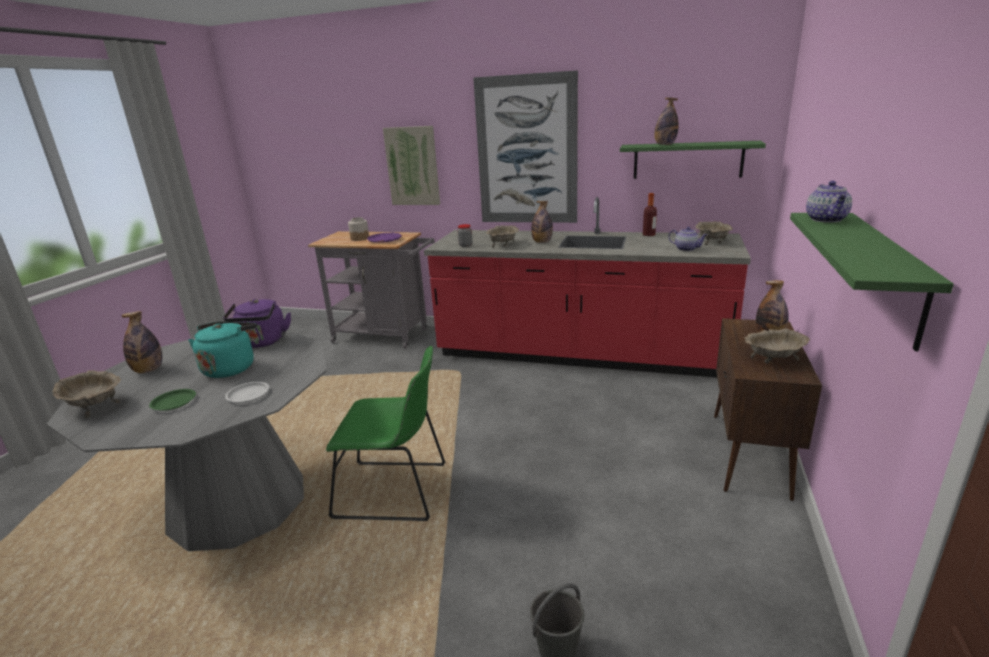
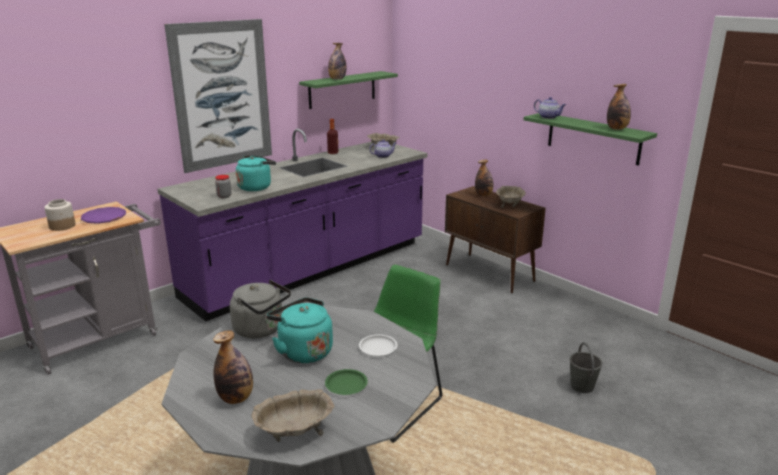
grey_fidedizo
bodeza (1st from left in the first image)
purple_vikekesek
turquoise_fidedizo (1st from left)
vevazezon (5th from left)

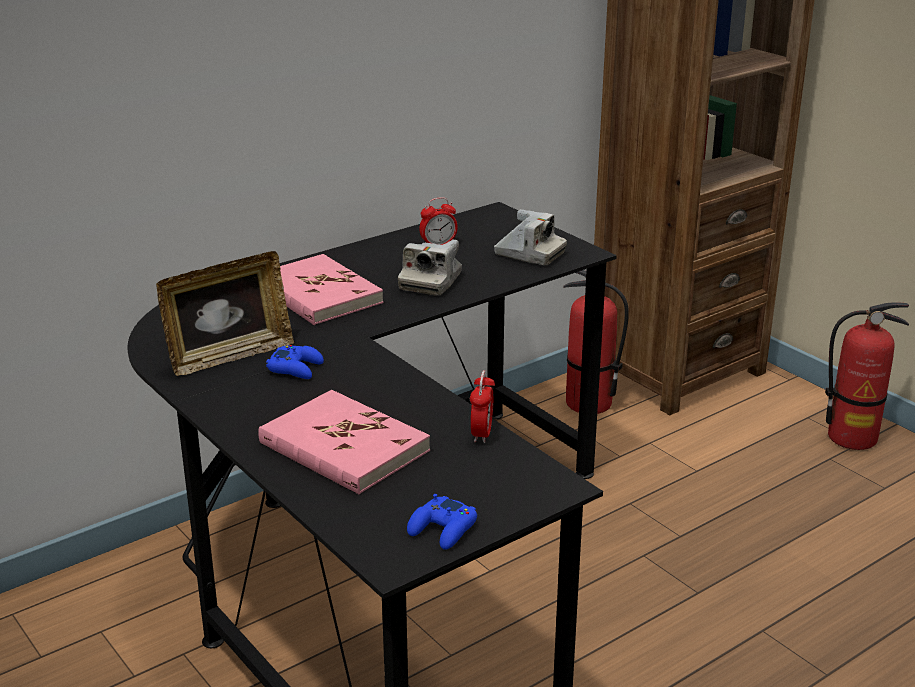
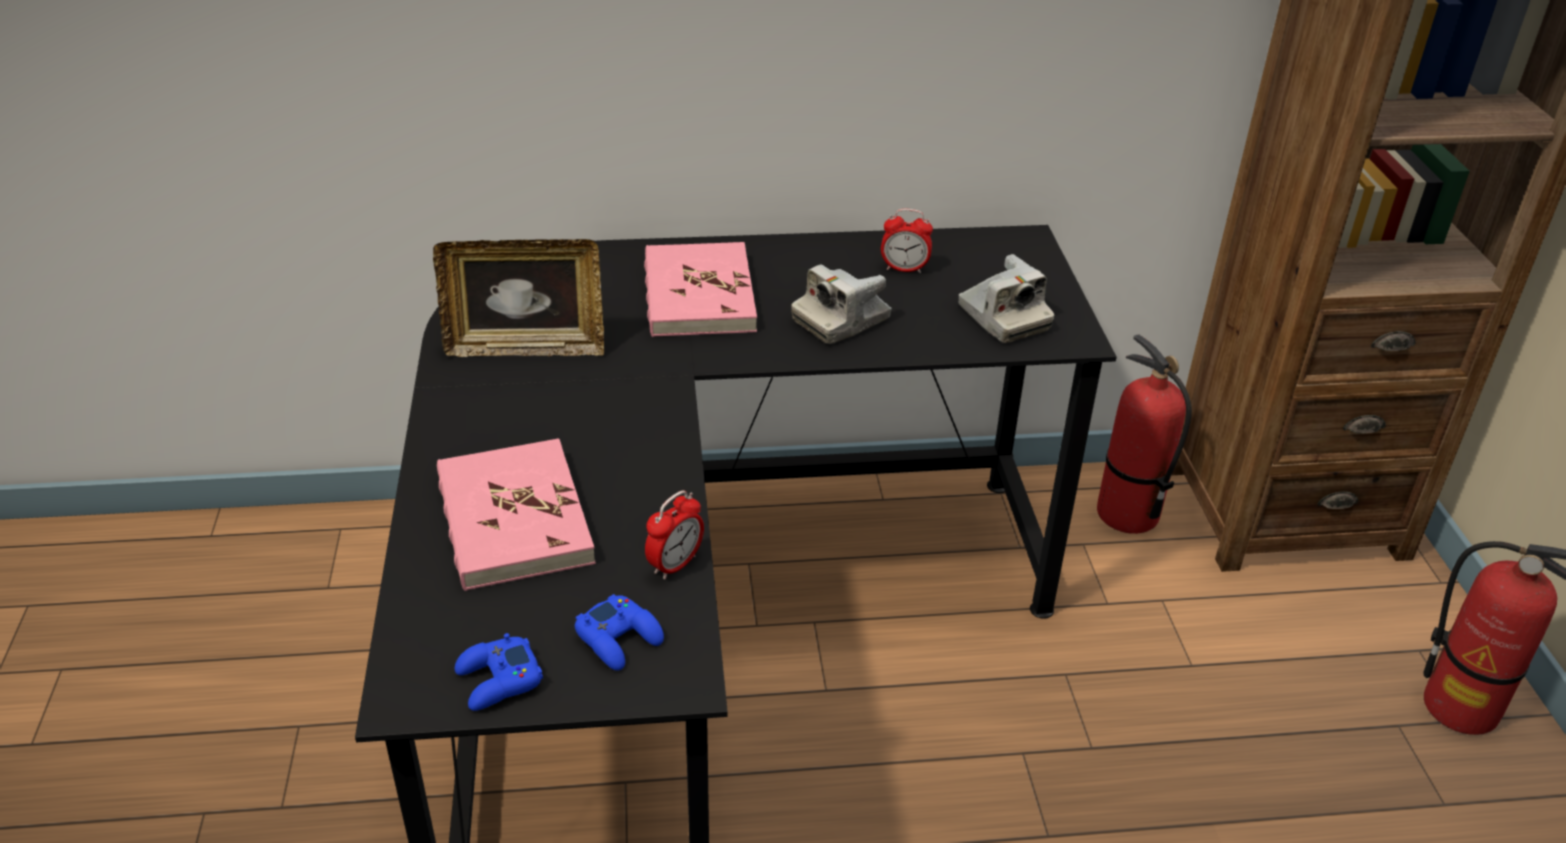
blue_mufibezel (2nd from left)

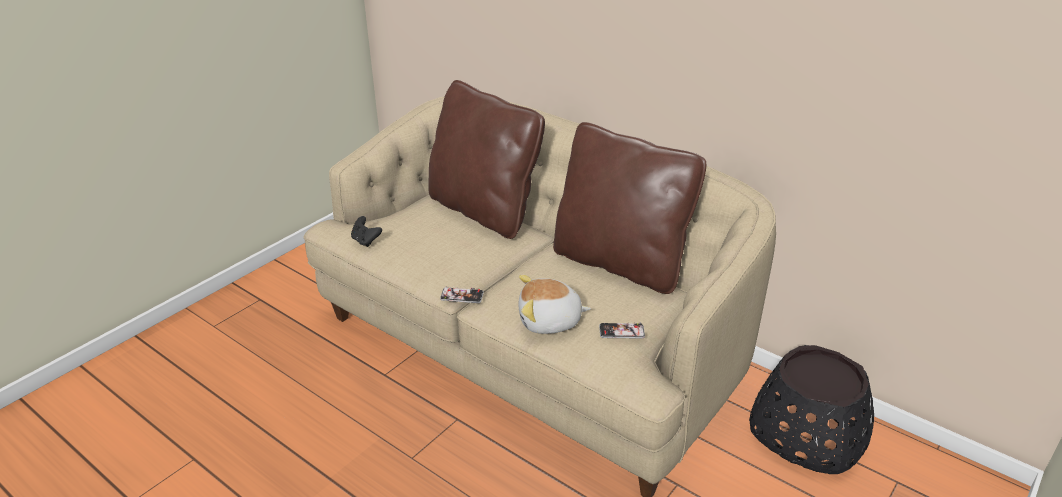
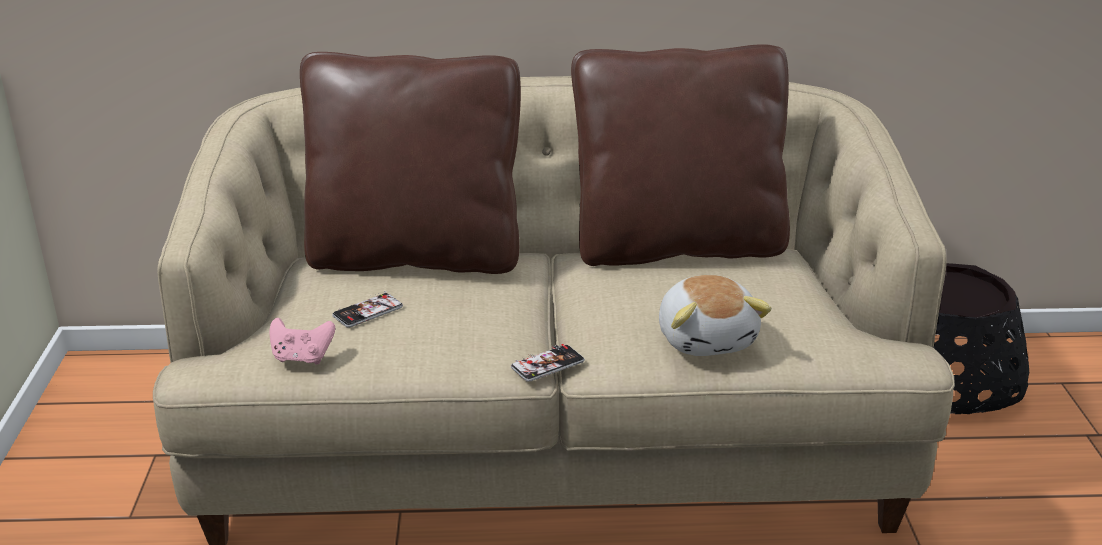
pink_mufibezel
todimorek
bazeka (1st from left)

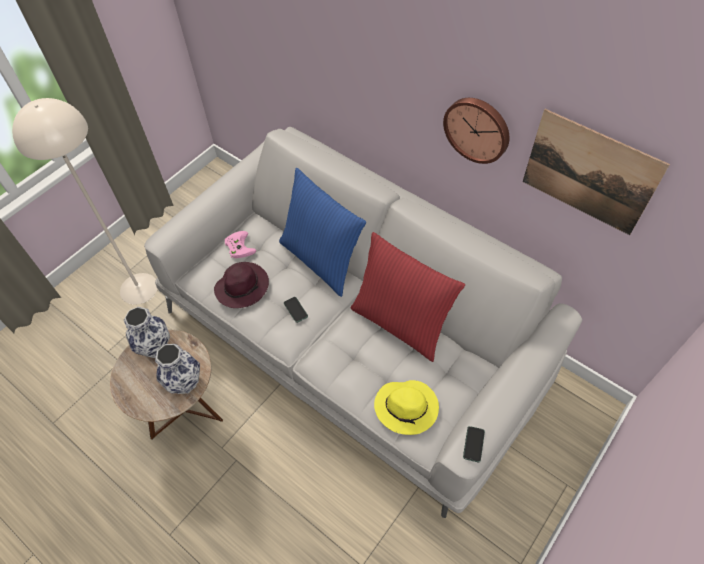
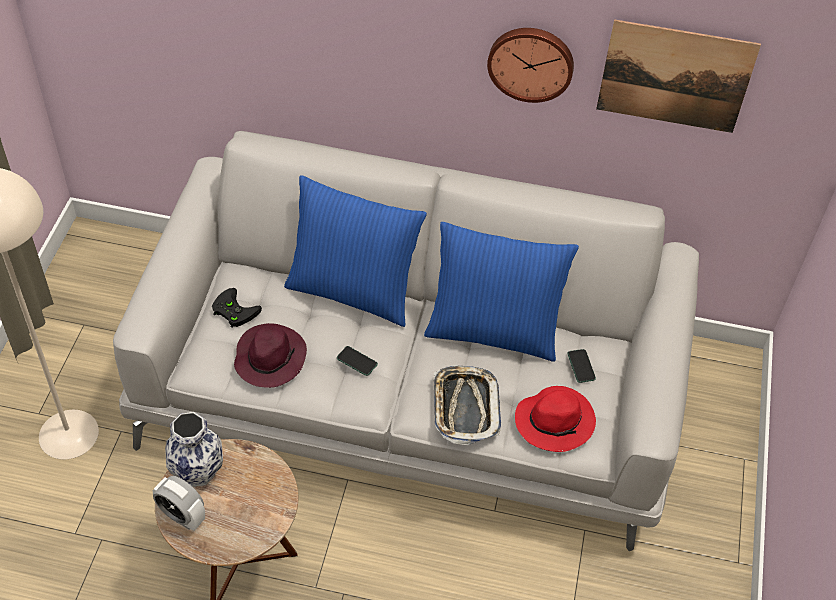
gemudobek (2nd from left in the first image)
black_mufibezel
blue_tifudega (2nd from left)
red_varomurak
bazeka (2nd from left)
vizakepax
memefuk

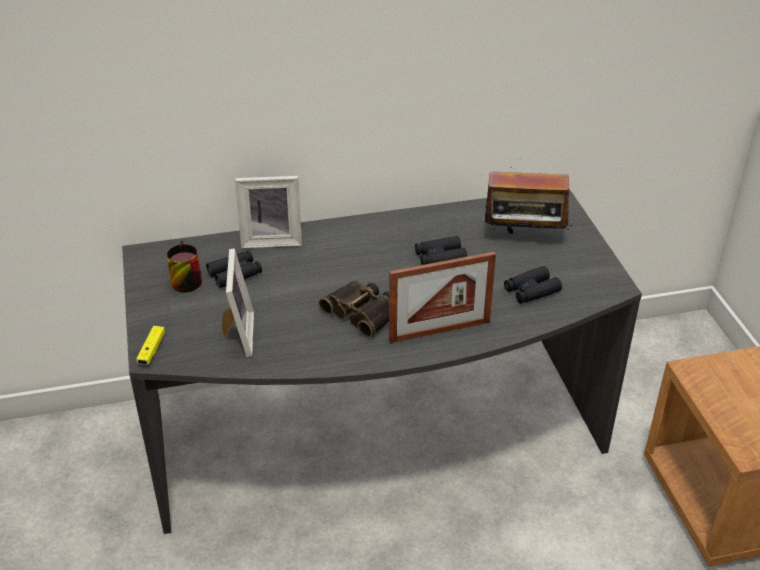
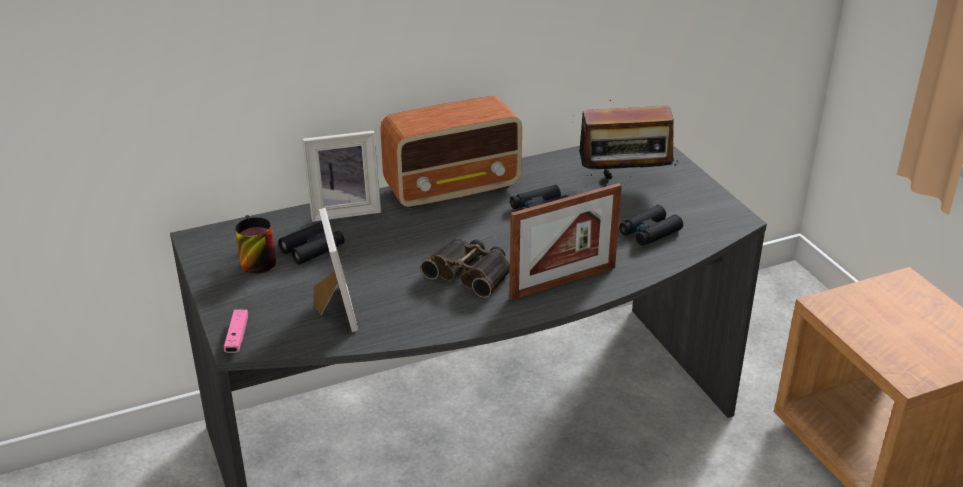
pink_mufibezel
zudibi (1st from left)

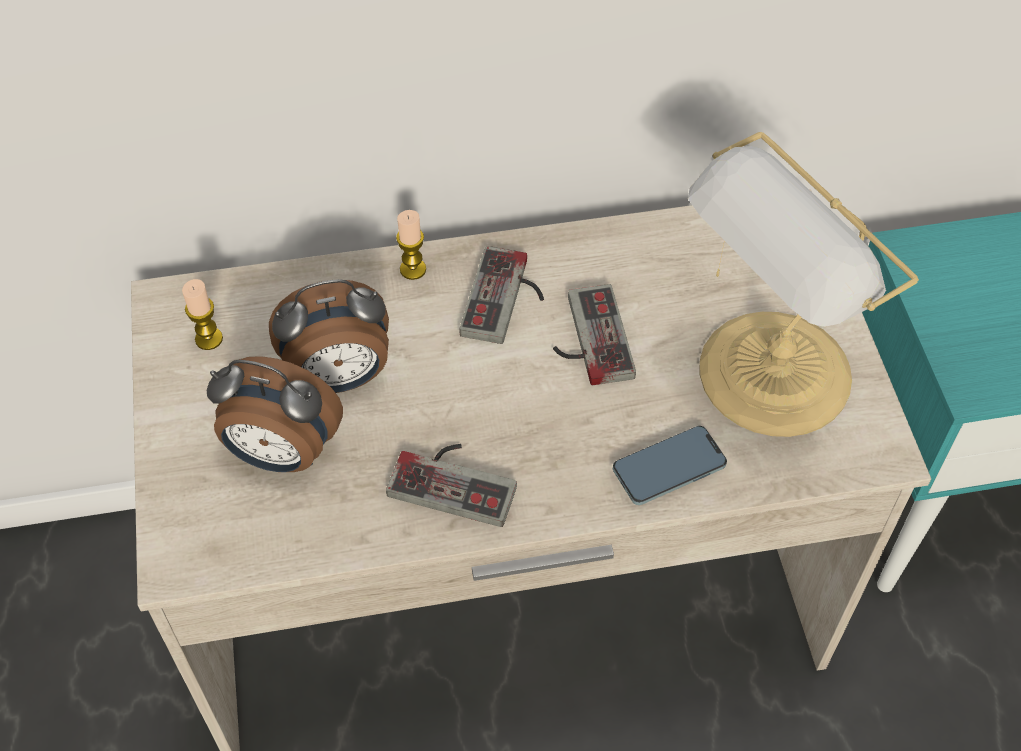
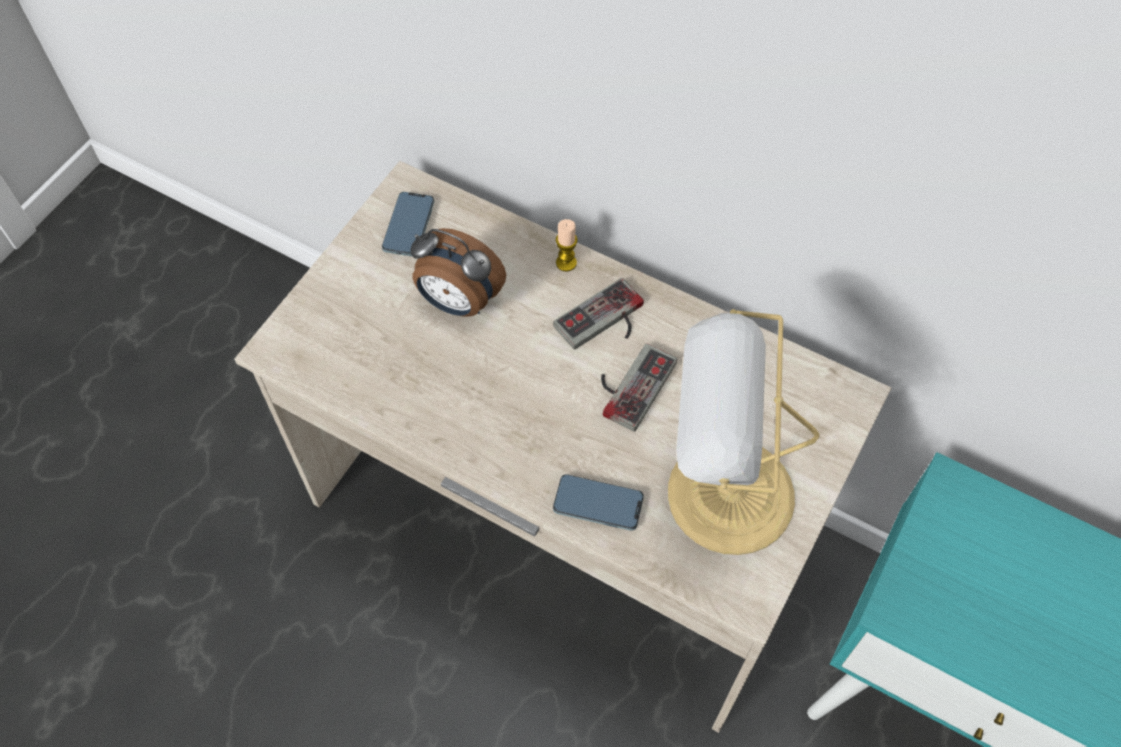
bazeka (1st from left)
vizakepax (1st from left in the first image)
mufibezel (1st from left in the first image)

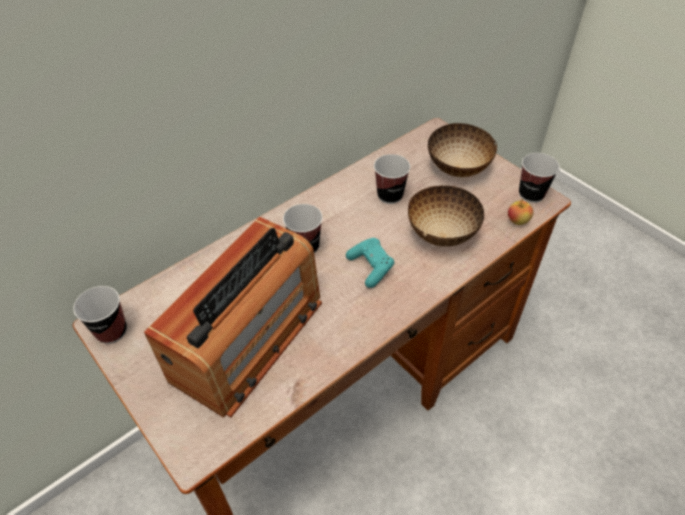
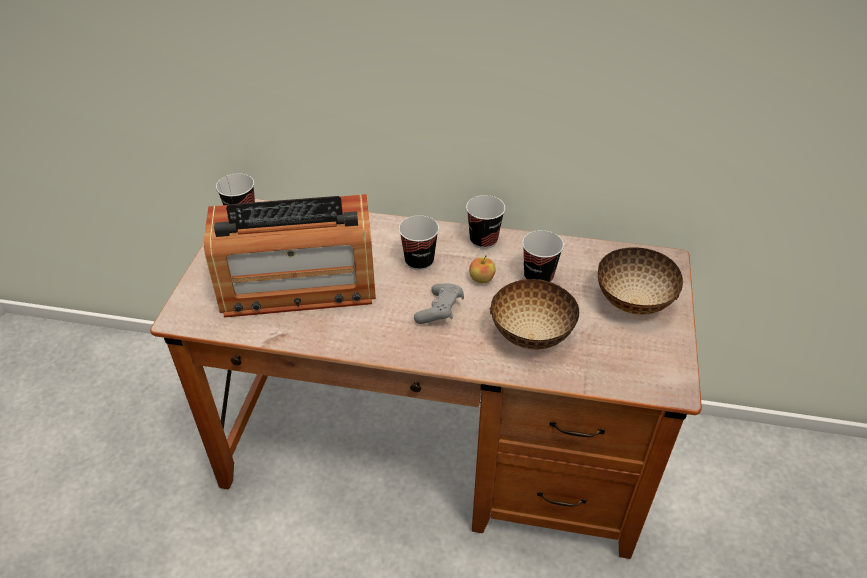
grey_mufibezel
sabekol
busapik (3rd from left)

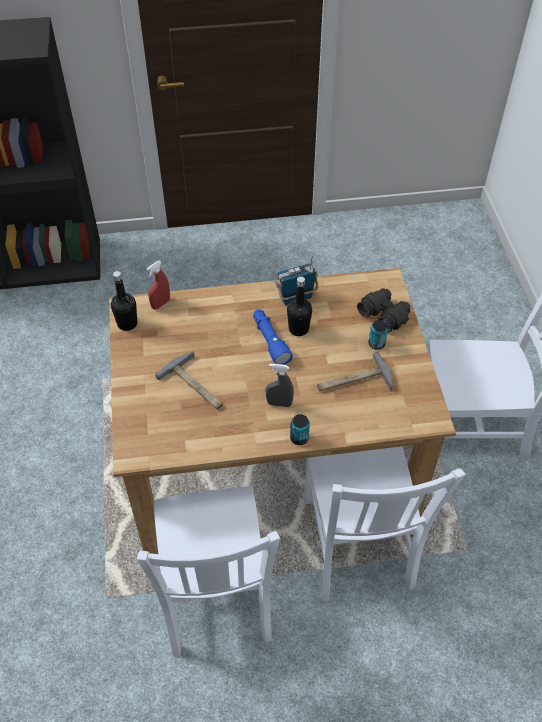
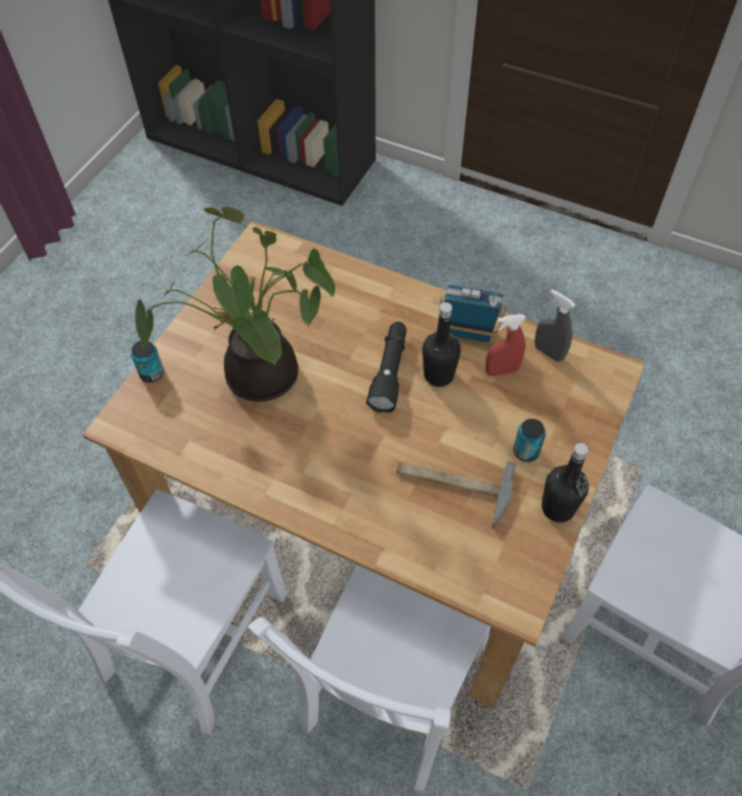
black_vevazezon (2nd from left)
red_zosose
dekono
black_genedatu
grey_zosose
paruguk (1st from left)
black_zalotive

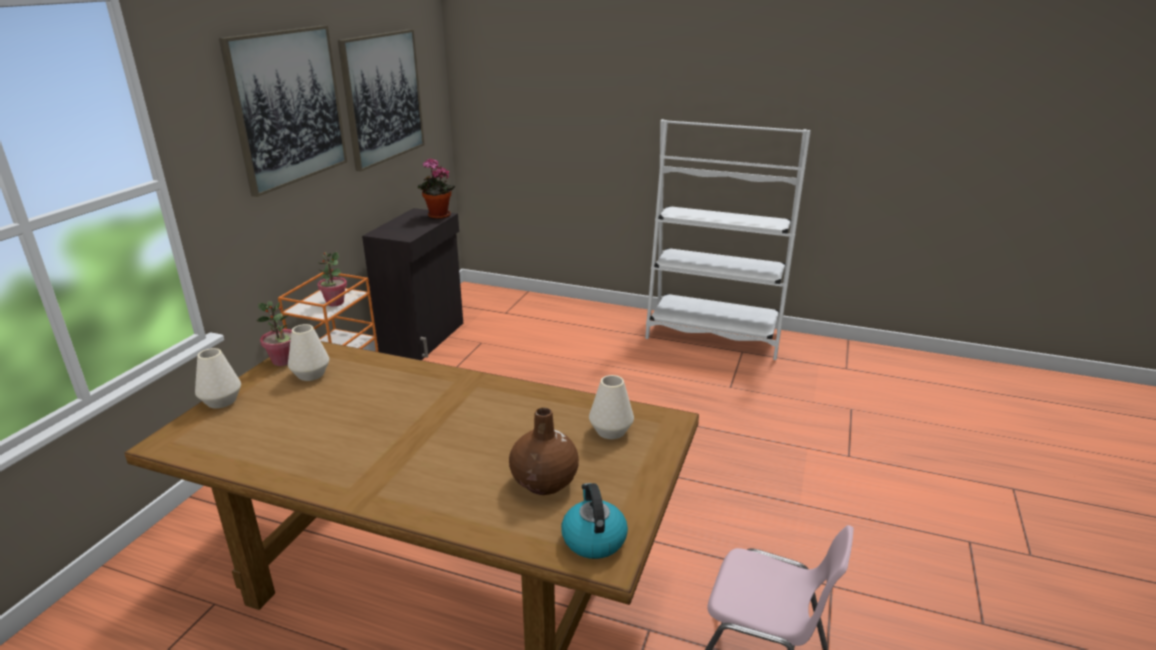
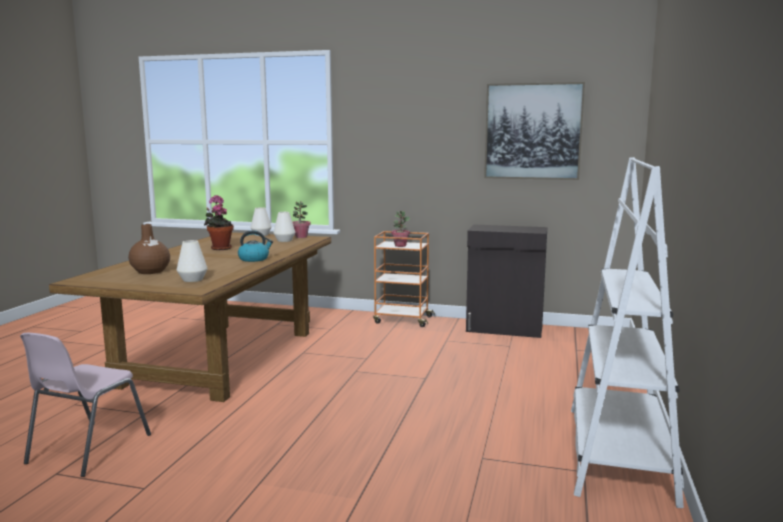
bodeza (1st from left in the first image)
dekono (1st from left)
fidedizo

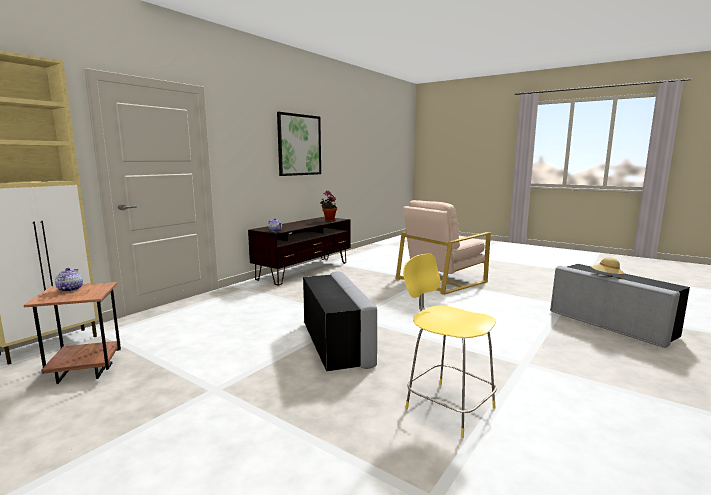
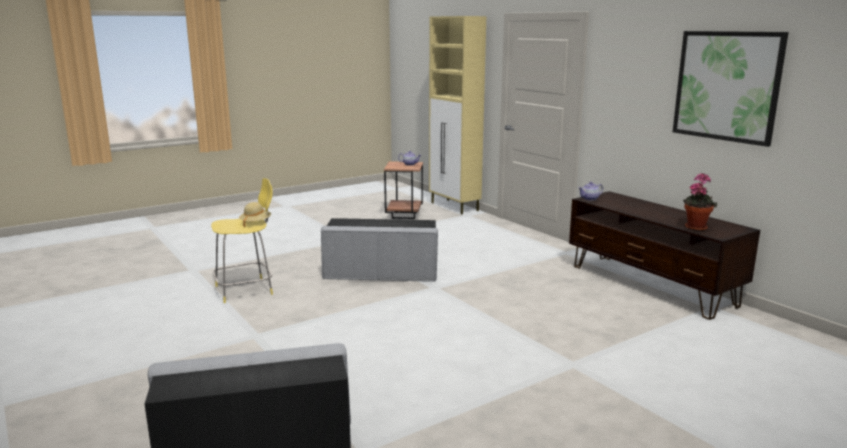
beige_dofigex
beige_varomurak

